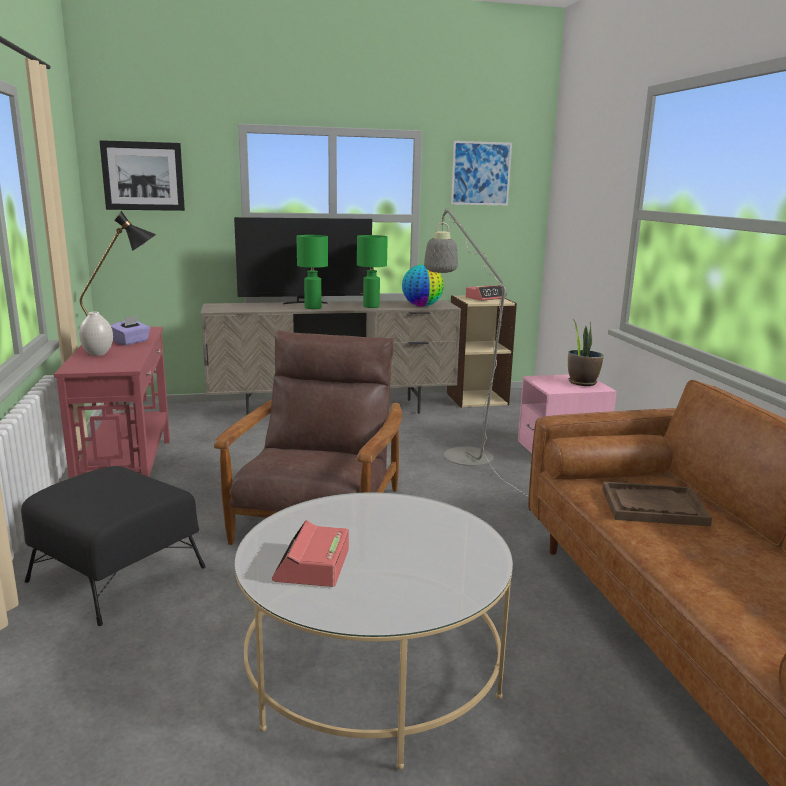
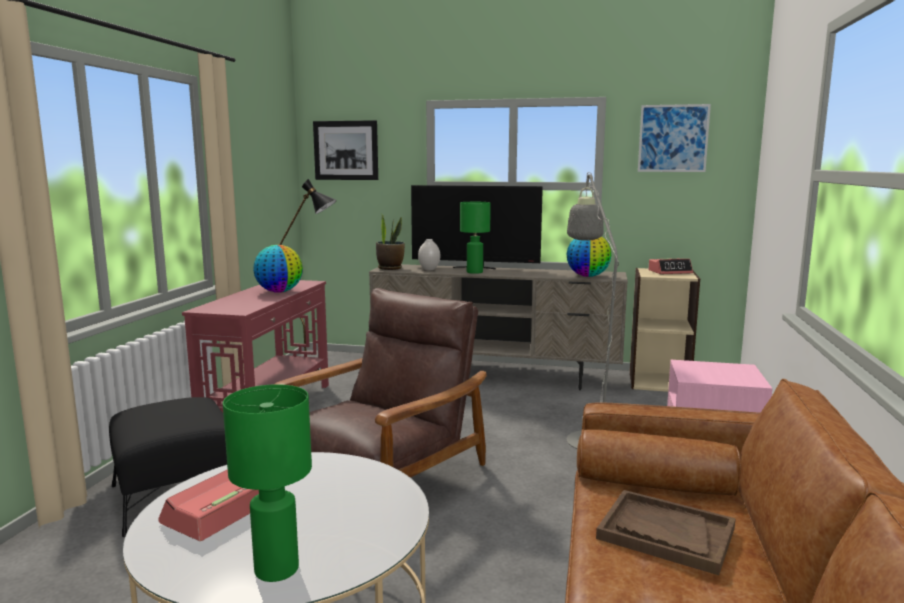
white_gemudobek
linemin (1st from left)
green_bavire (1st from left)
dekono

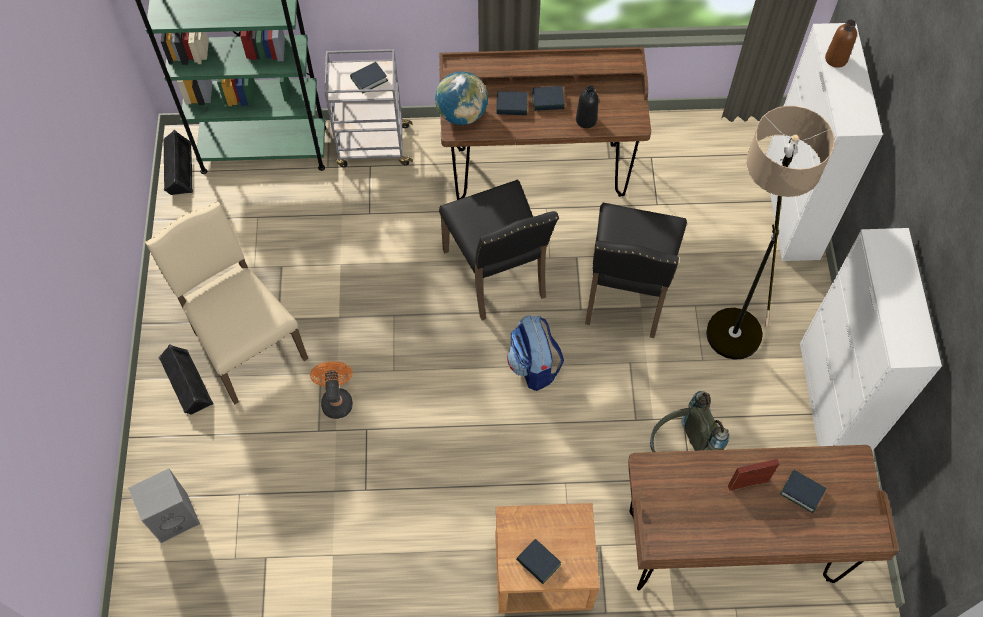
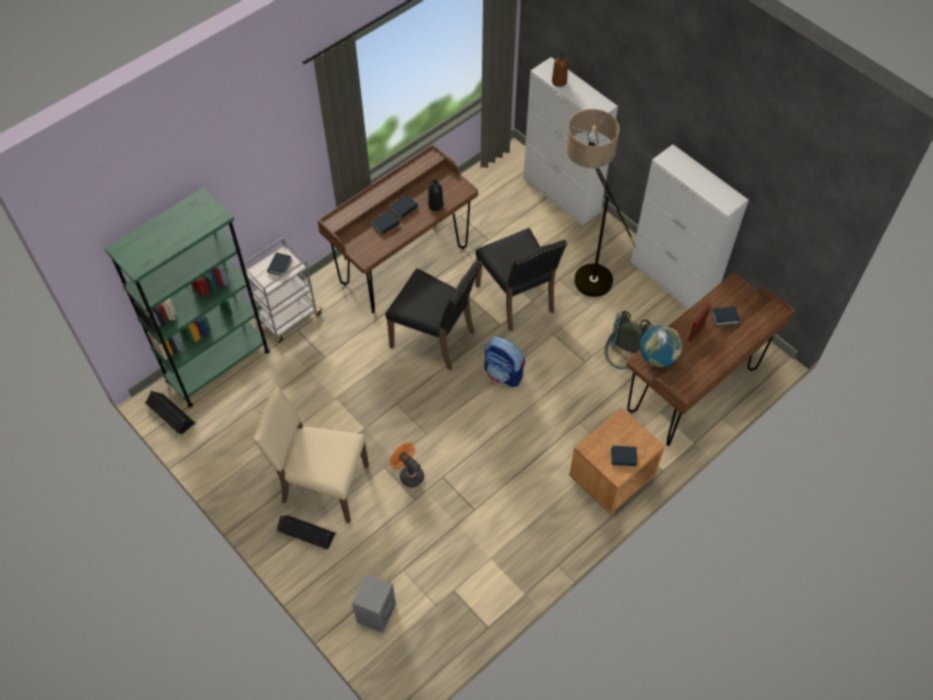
linemin

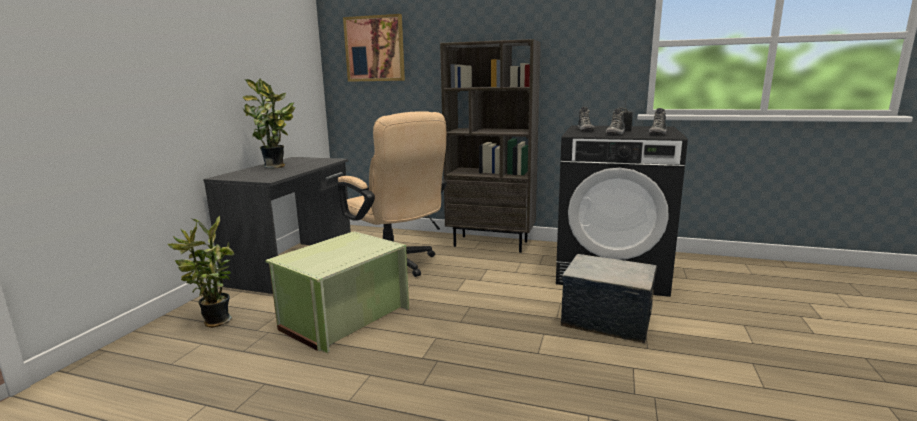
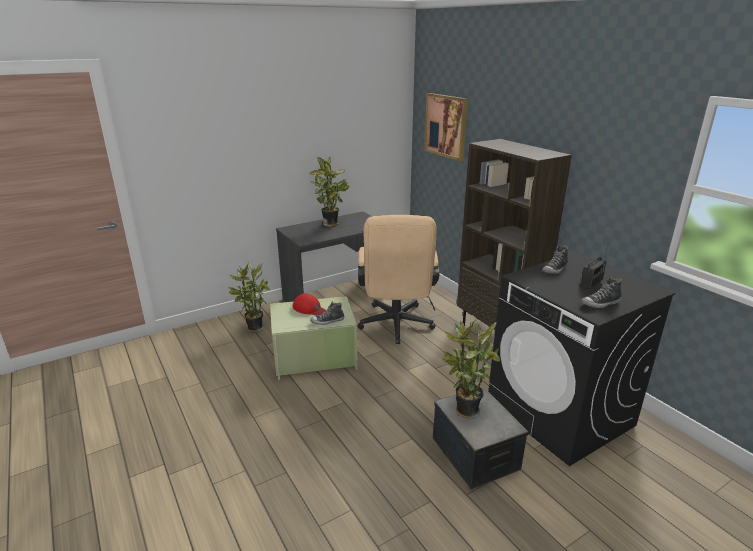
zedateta (1st from left)
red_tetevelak
dekono (3rd from left)

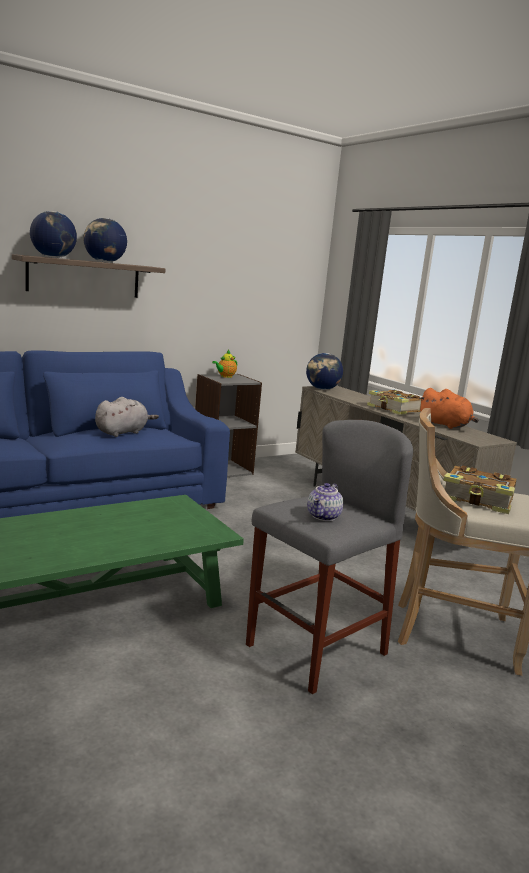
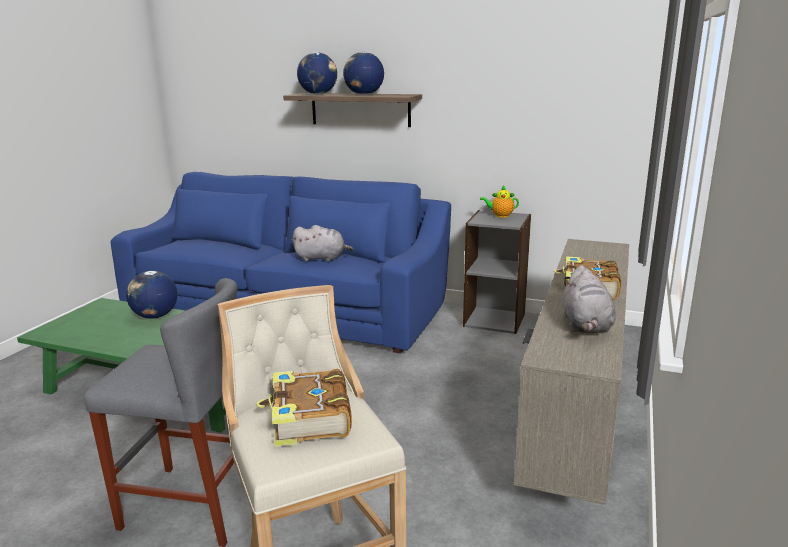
linemin (1st from left)
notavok (2nd from left in the first image)
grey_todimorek (2nd from left)

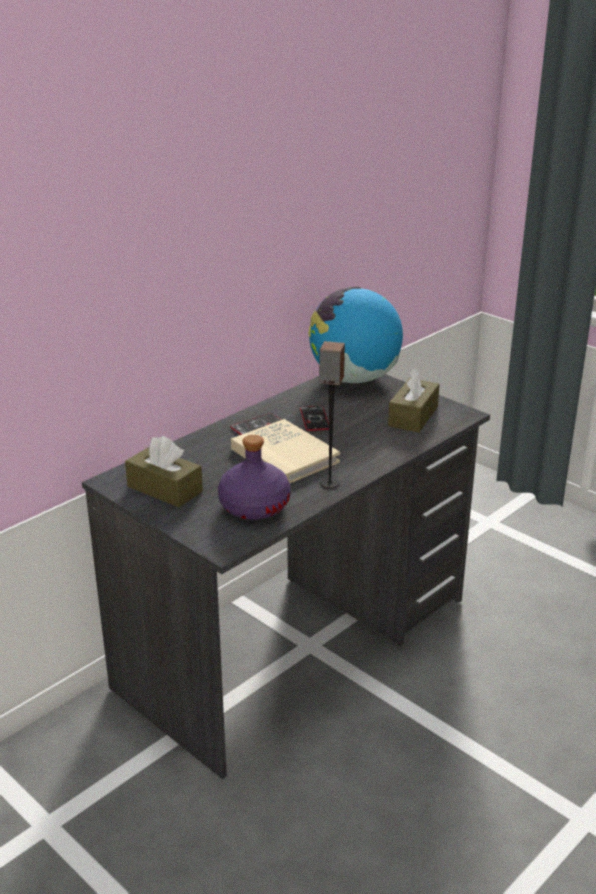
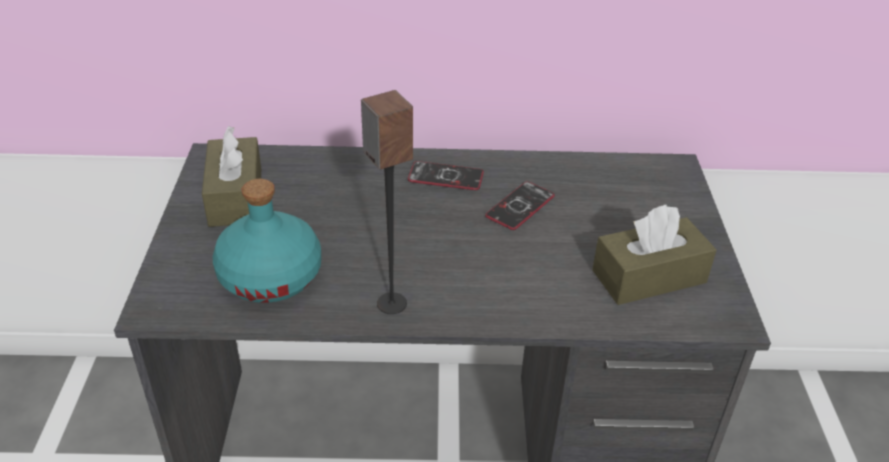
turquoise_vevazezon
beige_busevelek
linemin

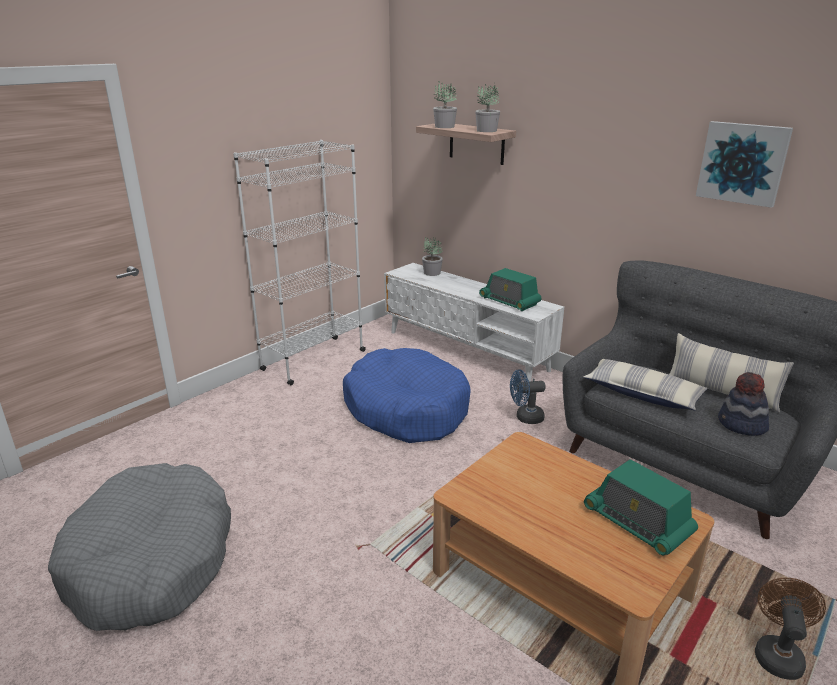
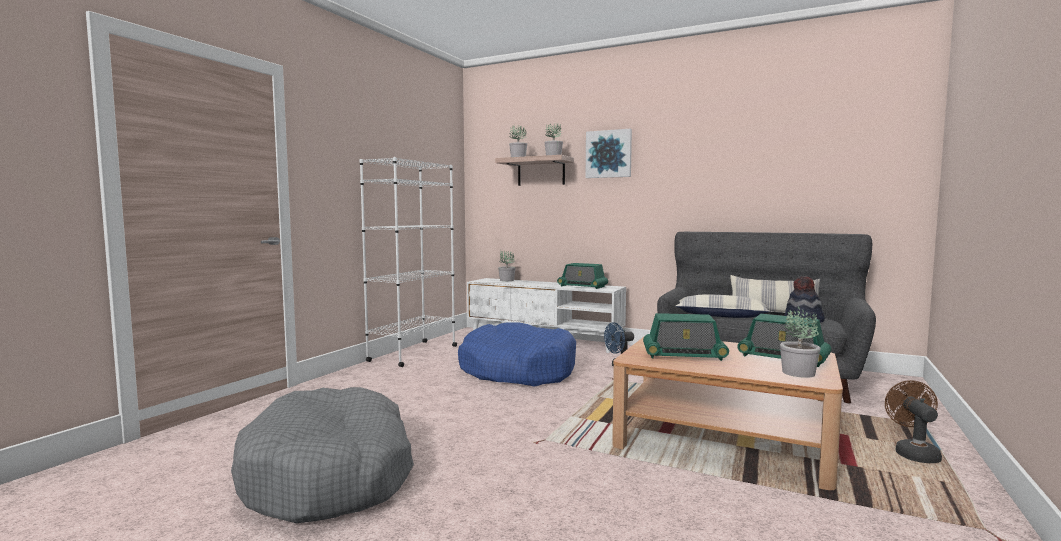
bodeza
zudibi (2nd from left)
dekono (4th from left)

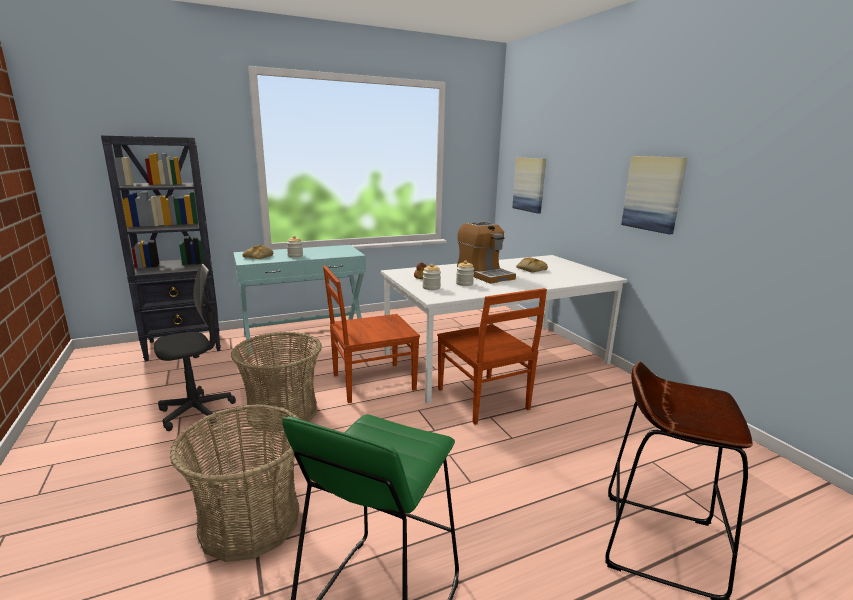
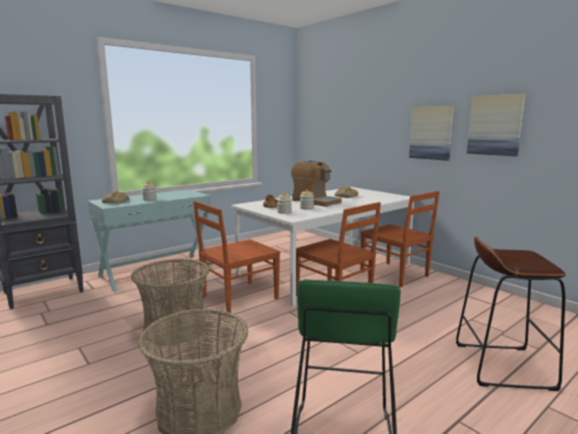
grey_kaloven
bodeza (2nd from left)
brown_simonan (3rd from left)

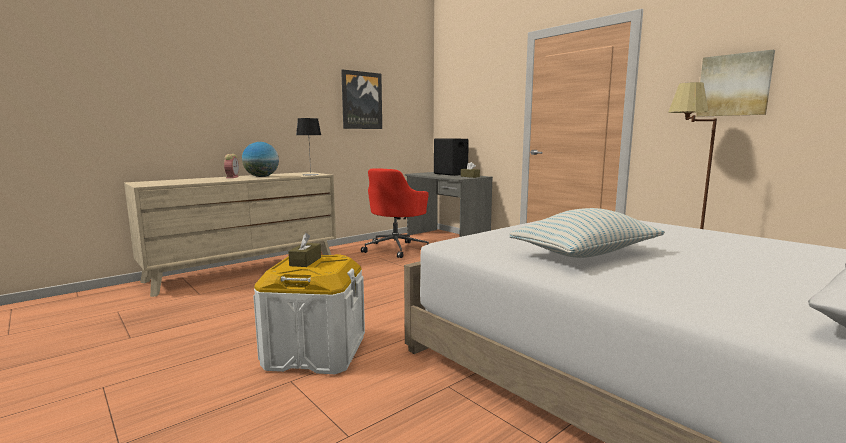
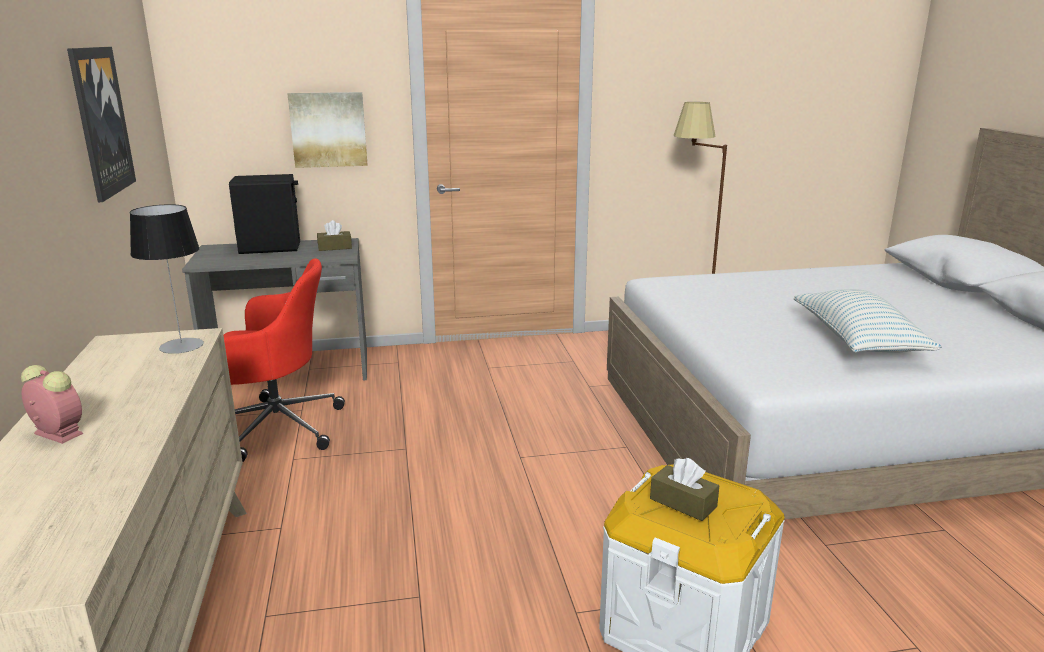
linemin
red_kaloven
bodeza (2nd from left)

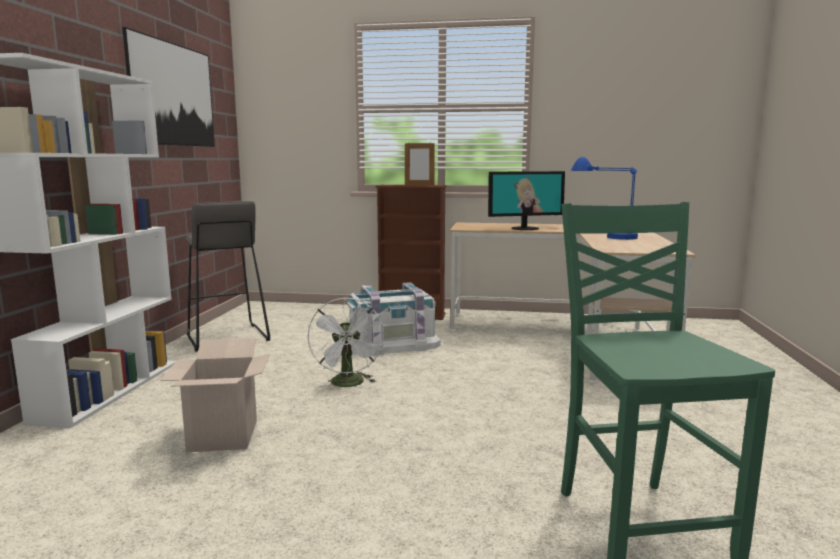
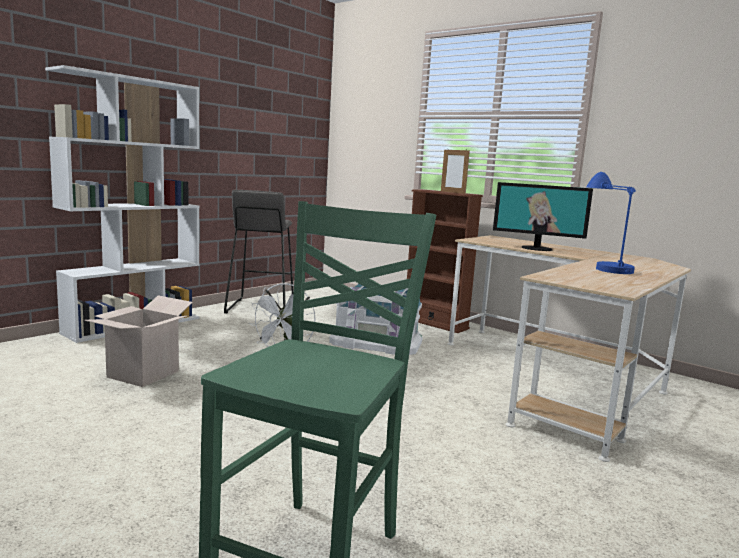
bodeza

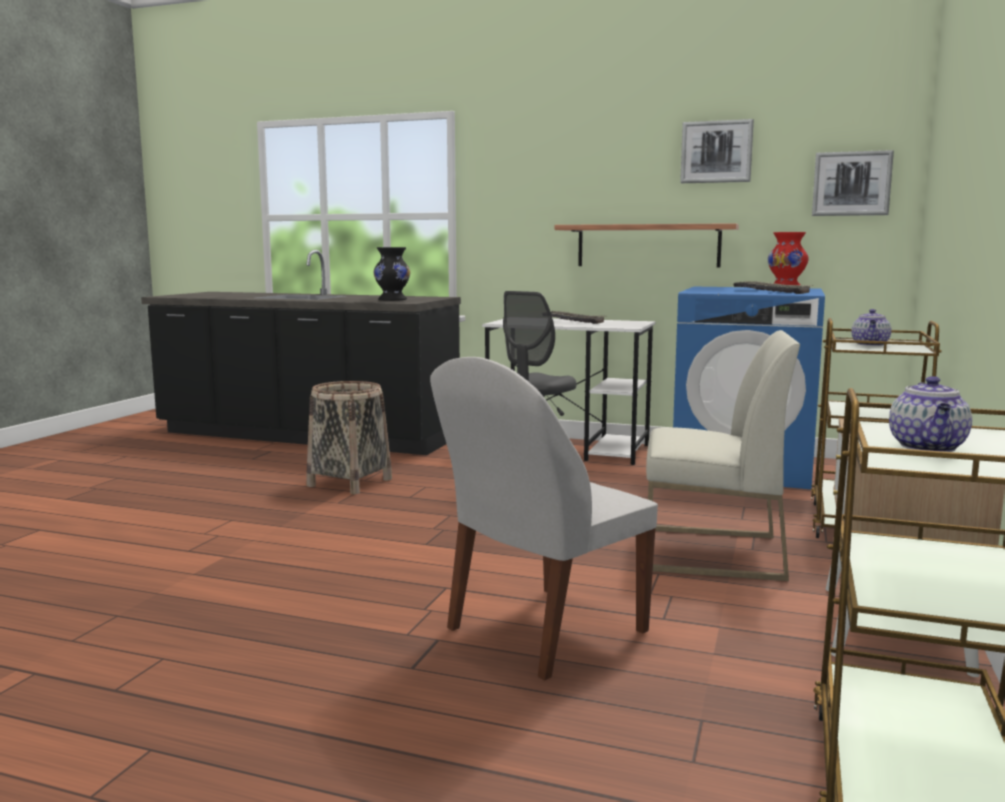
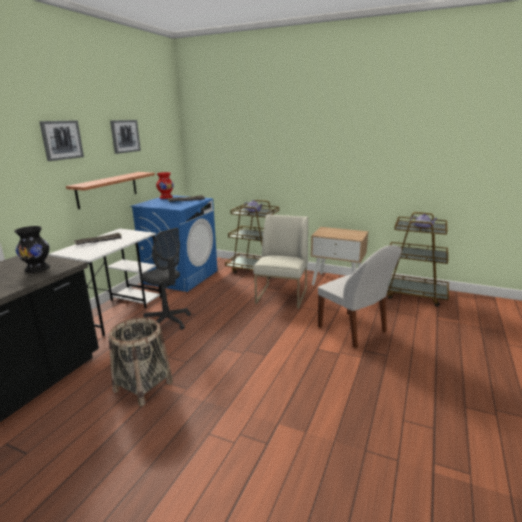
bodeza (1st from left)

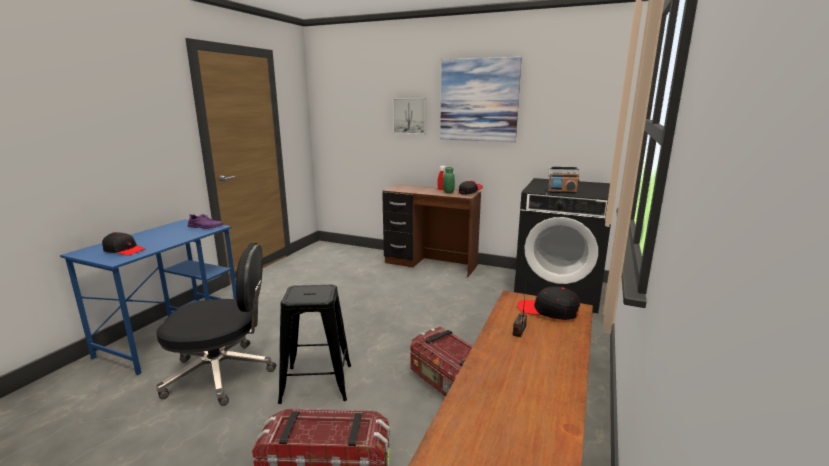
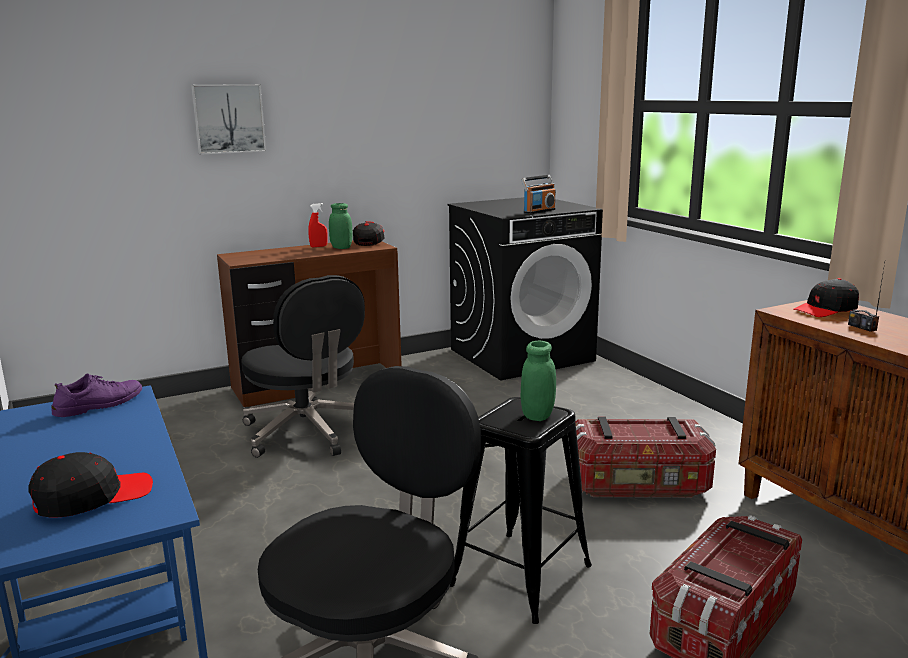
bodeza (2nd from left in the first image)
black_kaloven (1st from left)
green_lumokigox (2nd from left)

